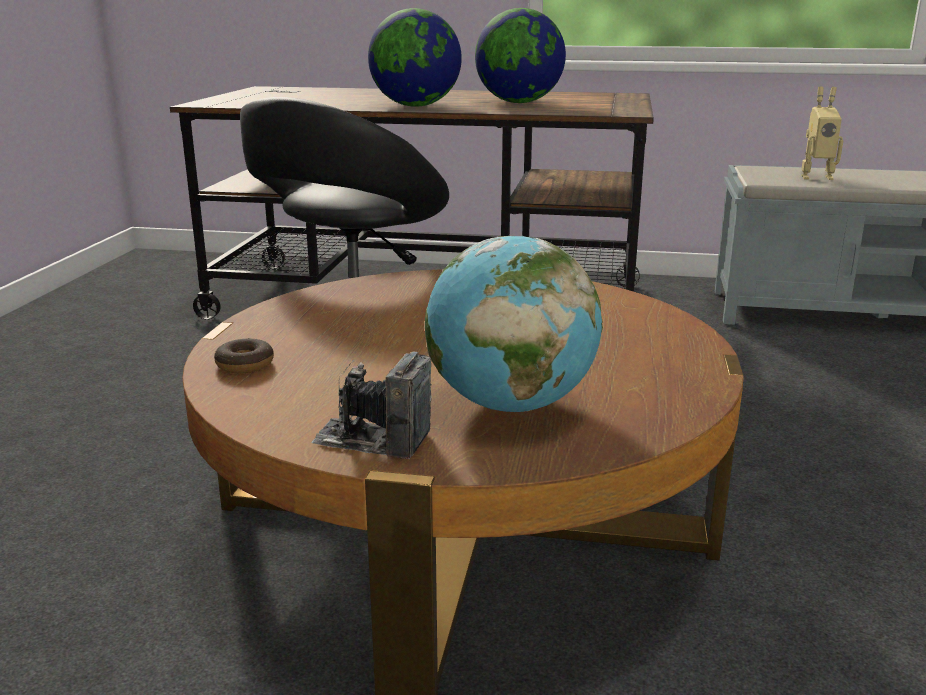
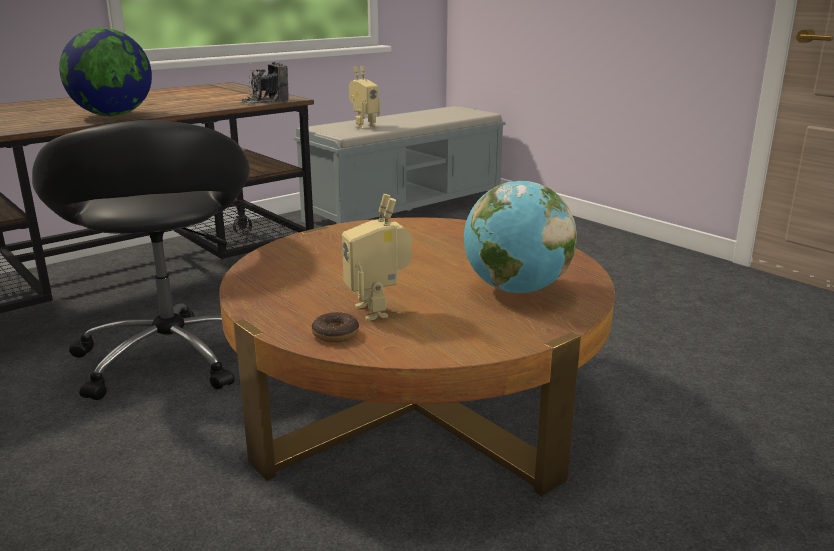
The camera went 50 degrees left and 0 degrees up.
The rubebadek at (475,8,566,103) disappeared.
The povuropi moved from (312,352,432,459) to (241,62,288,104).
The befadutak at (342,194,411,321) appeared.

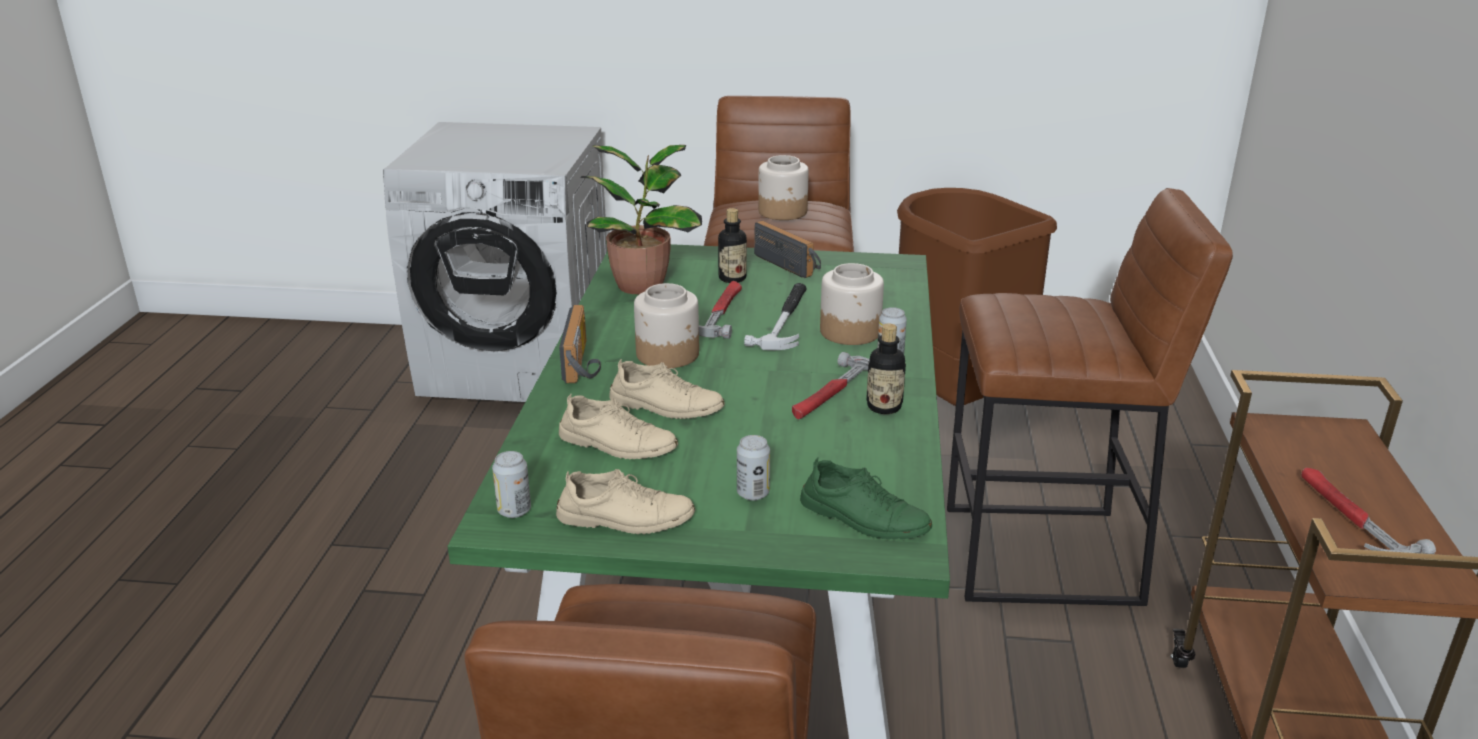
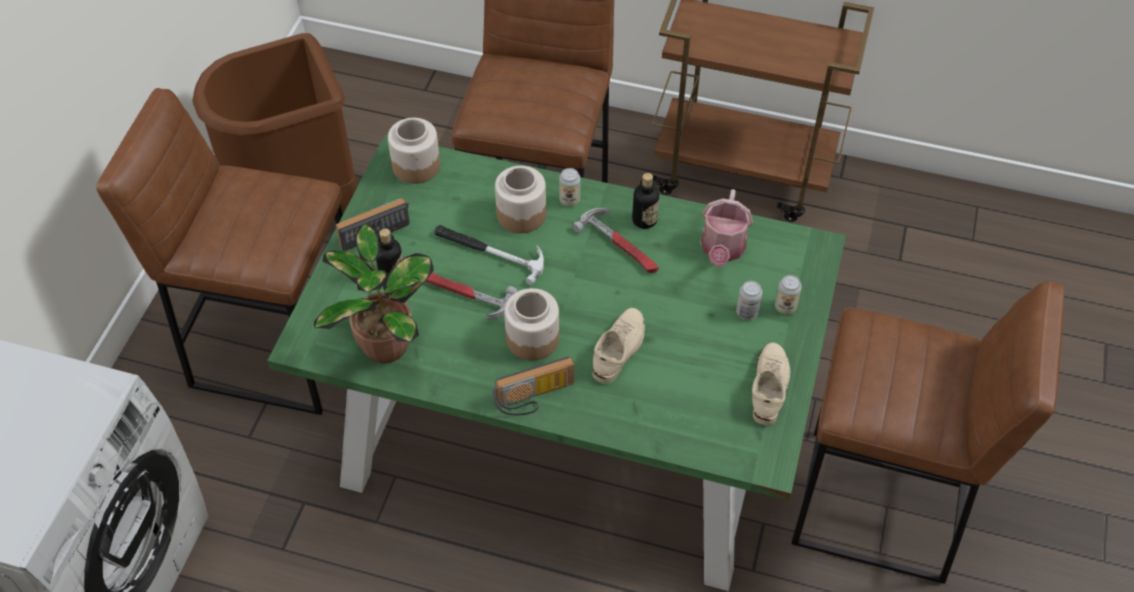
The camera went 80 degrees left and 25 degrees up.
The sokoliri moved from (758,155,809,220) to (388,118,440,184).
The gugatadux at (559,305,601,383) turned 150 degrees clockwise.
The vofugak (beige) at (559,394,678,459) disappeared.
The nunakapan moved from (492,451,531,518) to (775,275,802,314).
The vofugak (green) at (800,457,932,539) disappeared.
The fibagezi at (1301,468,1436,554) disappeared.
The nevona at (701,189,753,267) appeared.

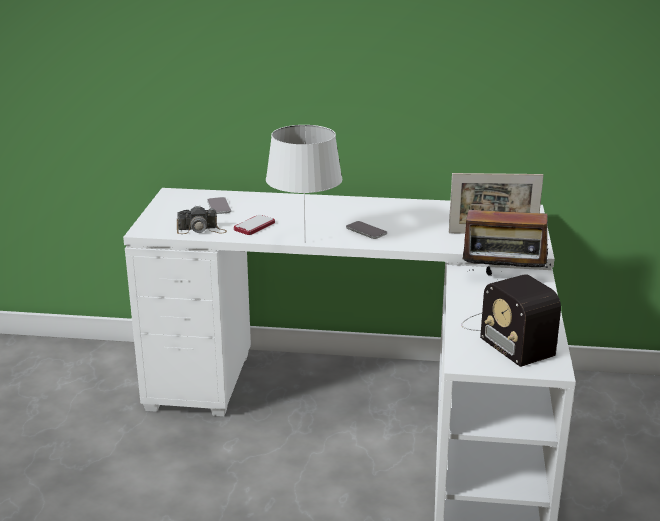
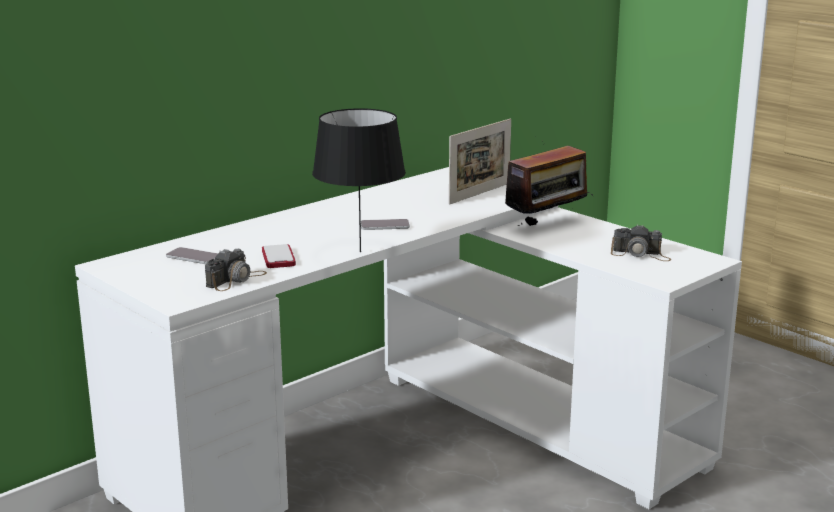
The camera went 50 degrees left and 5 degrees down.
The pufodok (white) at (266,125,343,243) became the pufodok (black) at (312,108,406,252).
The gugatadux at (461,274,561,367) was replaced by the povuropi at (611,224,671,261).

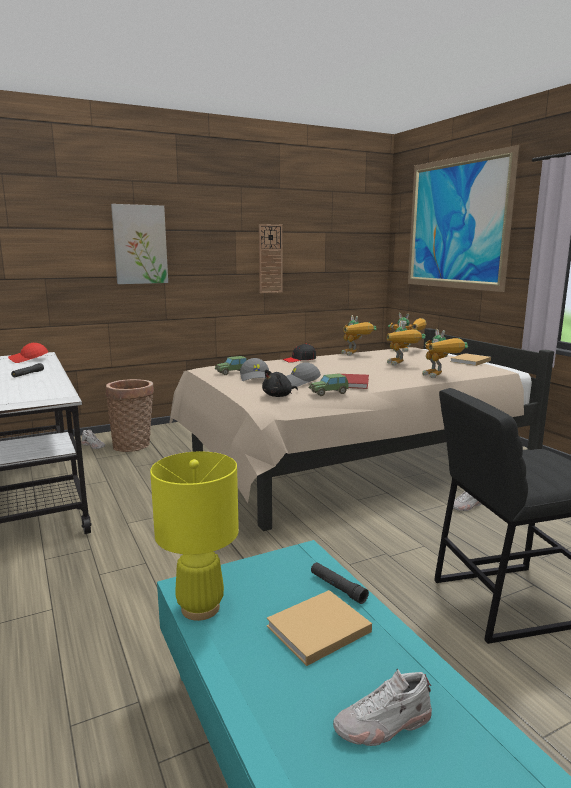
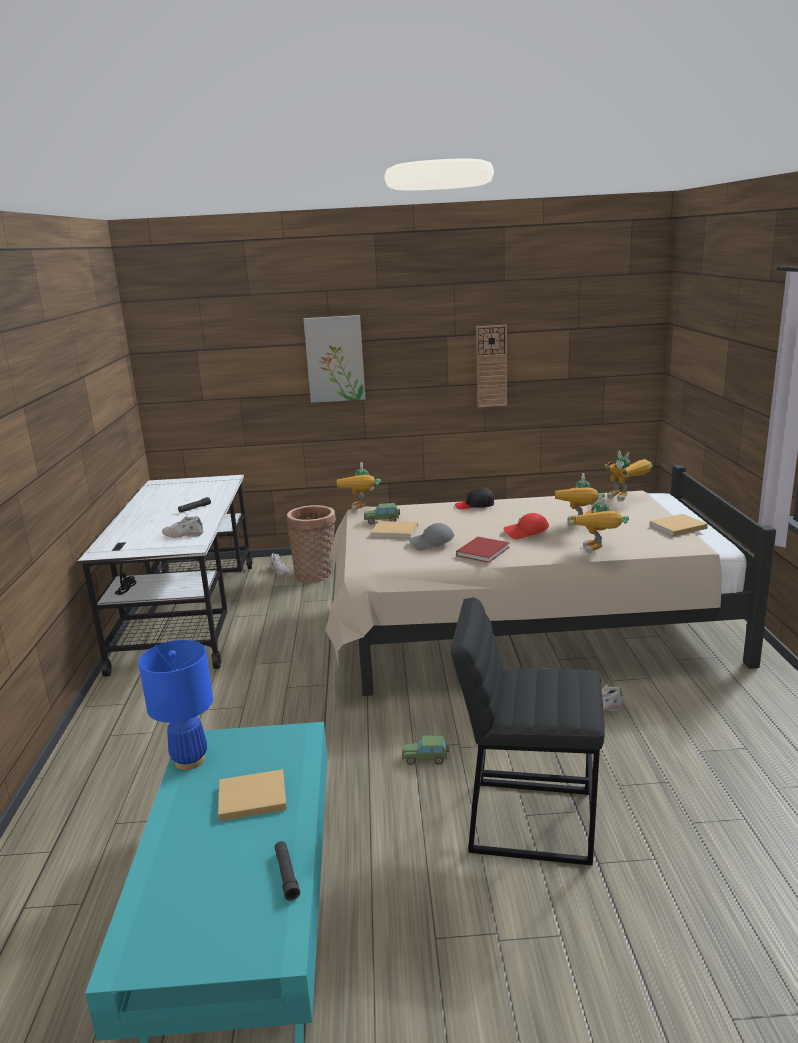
The camera went 25 degrees right and 5 degrees up.
The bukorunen at (408,145,519,292) disappeared.
The befadutak moved from (341,315,377,356) to (337,462,381,511).
The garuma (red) moved from (8,343,48,363) to (503,513,549,539).
The garuma (grey) at (240,358,269,381) was replaced by the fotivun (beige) at (371,521,418,539).
The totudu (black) at (262,370,298,397) disappeared.
The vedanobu moved from (309,373,349,396) to (402,735,449,765).
The pufodok (yellow) at (150,452,239,621) became the pufodok (blue) at (138,640,213,770).
The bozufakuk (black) moved from (311,562,369,604) to (275,841,300,901).
The vofugak (white) moved from (333,669,432,746) to (162,513,203,538).

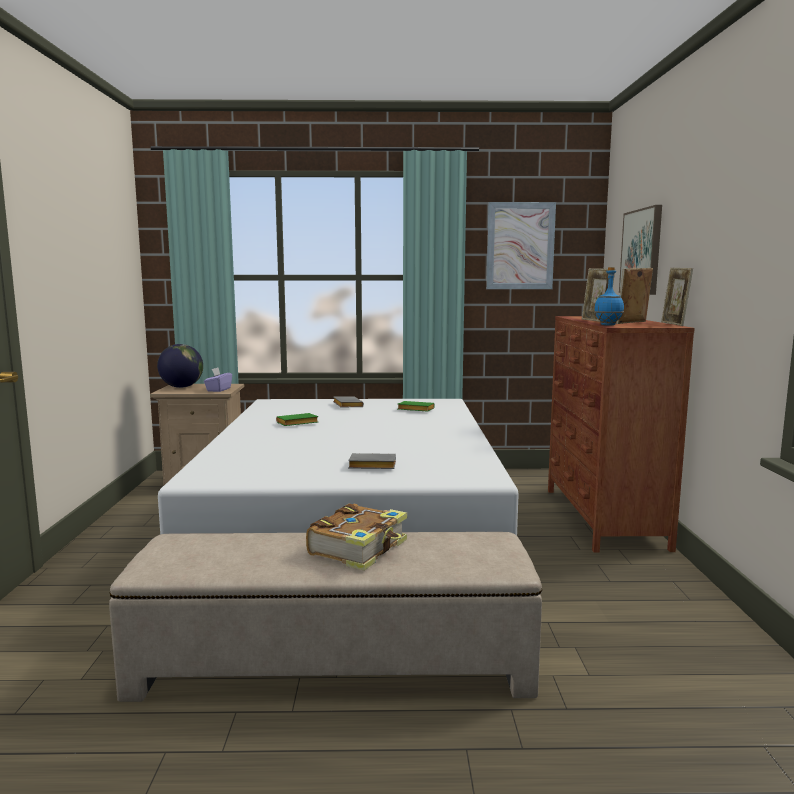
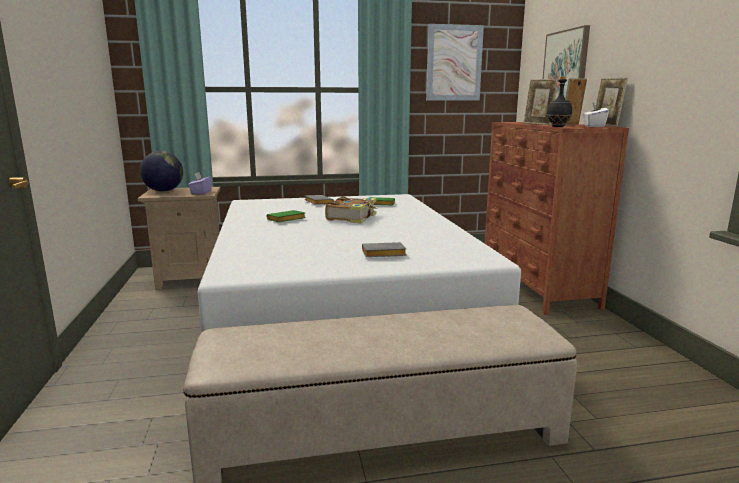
The camera went 10 degrees left and 5 degrees up.
The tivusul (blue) at (594,267,624,326) became the tivusul (black) at (547,77,572,127).
The fotivun moved from (306,504,407,571) to (325,196,378,223).
The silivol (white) at (583,102,609,127) appeared.

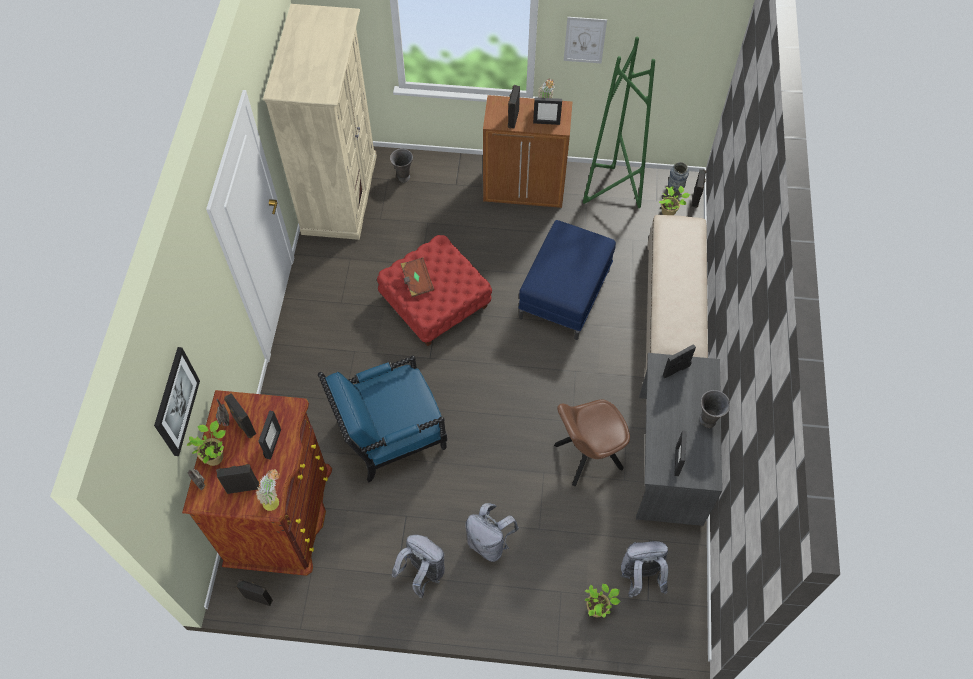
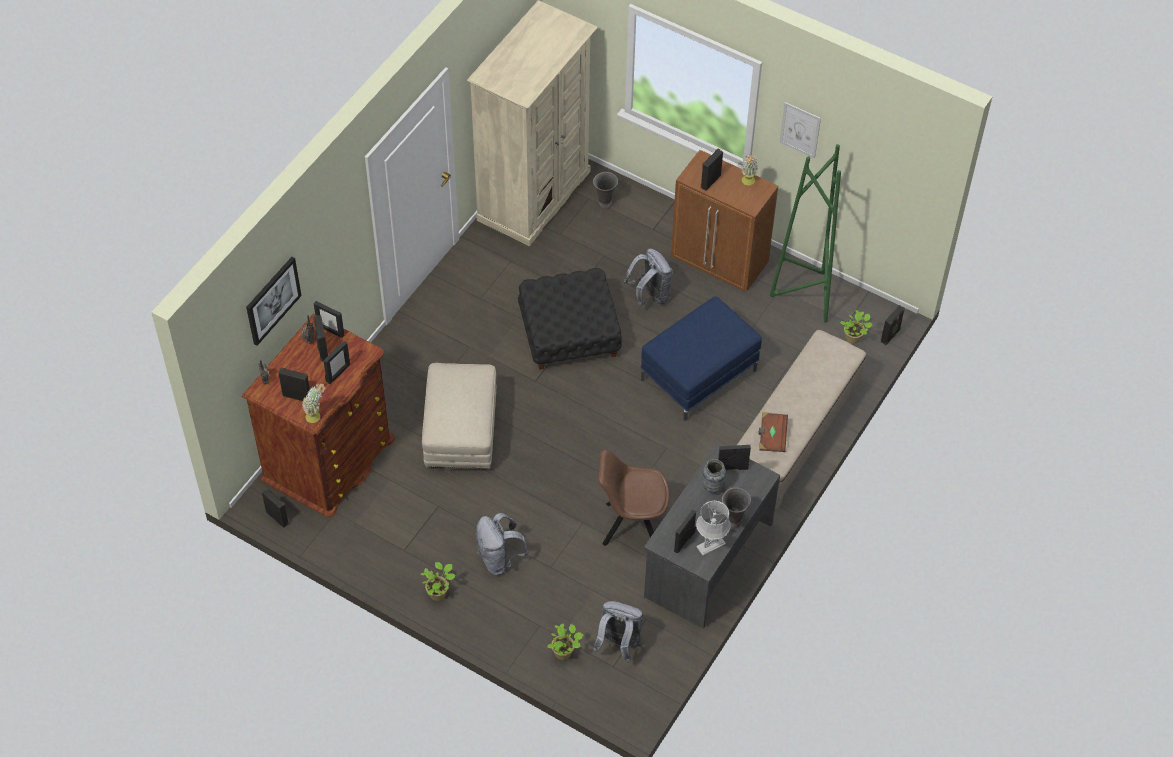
The camera went 25 degrees right and 5 degrees down.
The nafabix moved from (533,97,562,125) to (314,301,344,338).
The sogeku moved from (668,162,689,192) to (702,459,726,493).
The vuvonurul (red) at (377,235,492,346) became the vuvonurul (black) at (518,268,622,370).
The fotivun (brown) moved from (401,257,434,297) to (758,412,788,452).
The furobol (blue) at (318,356,447,483) was replaced by the vuvonurul (beige) at (422,363,496,469).
The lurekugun moved from (187,420,226,466) to (421,562,456,601).
The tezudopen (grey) moved from (391,534,445,598) to (624,249,673,306).
The pufodok (grey) at (696,501,731,556) appeared.

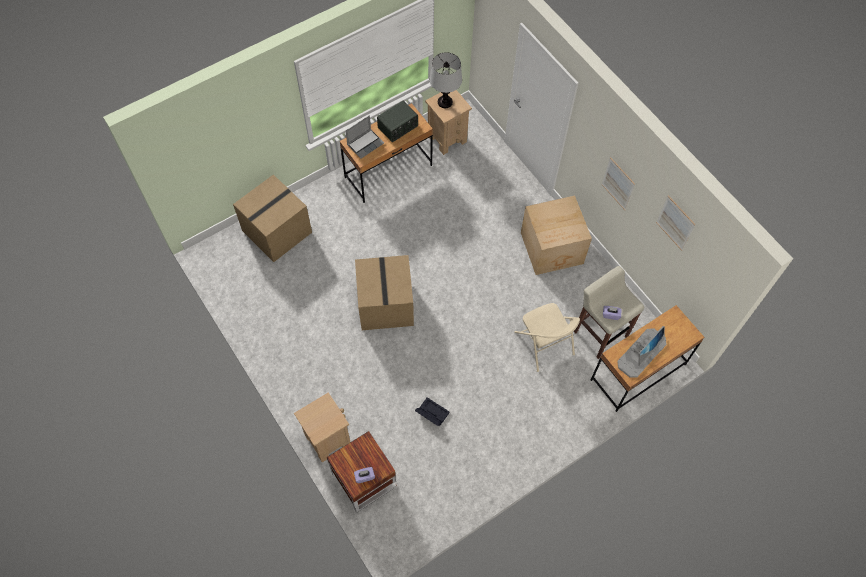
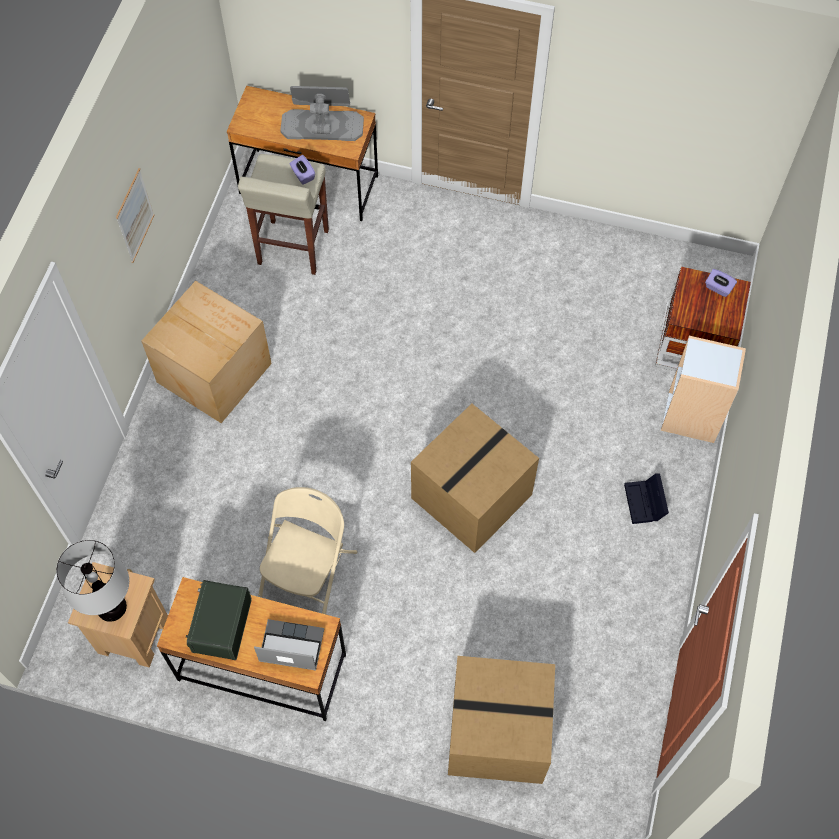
The camera went 130 degrees left and 0 degrees up.
The gugatadux at (377,100,418,142) turned 90 degrees counterclockwise.
The bukorunen at (656,195,696,251) disappeared.
The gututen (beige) moved from (514,303,580,372) to (258,487,358,614).
The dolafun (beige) at (294,392,350,462) was replaced by the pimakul at (661,336,746,443).
The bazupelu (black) moved from (415,397,450,426) to (624,473,669,524).

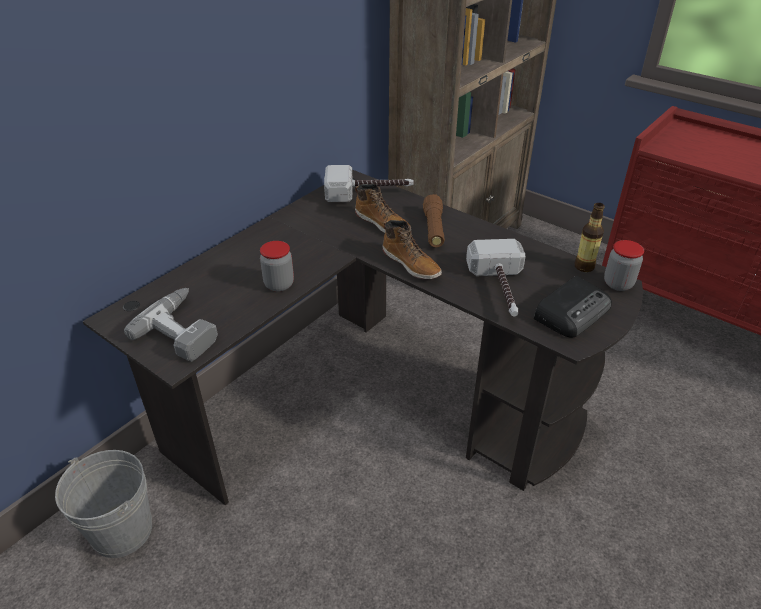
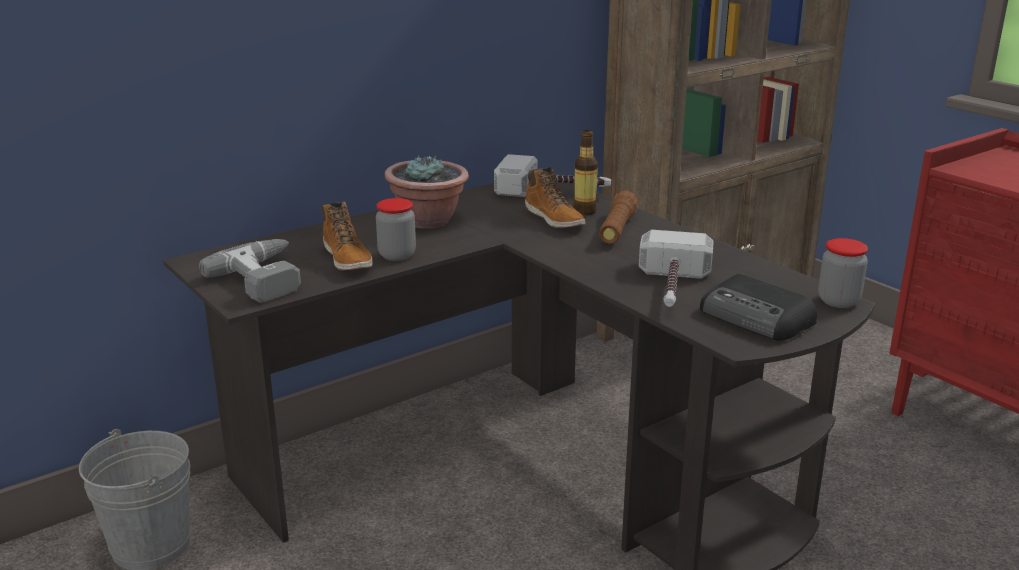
The camera went 15 degrees right and 15 degrees down.
The tivusul moved from (575,203,605,272) to (573,130,598,215).
The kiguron moved from (383,220,442,279) to (321,201,373,271).
The gugatadux at (534,276,612,338) turned 75 degrees clockwise.
The lurekugun at (384,155,469,228) appeared.

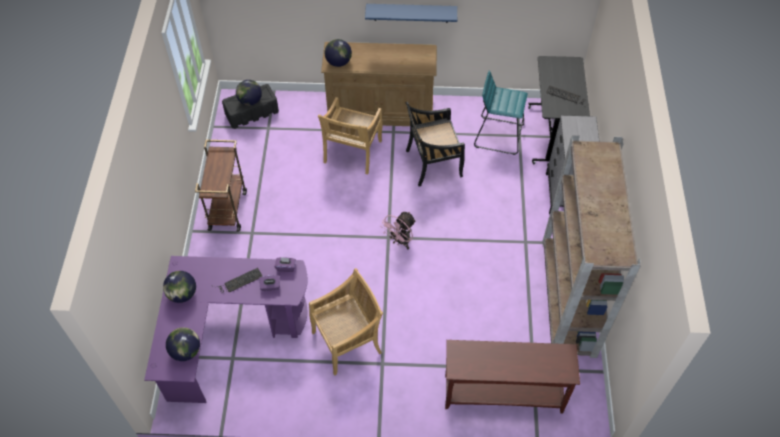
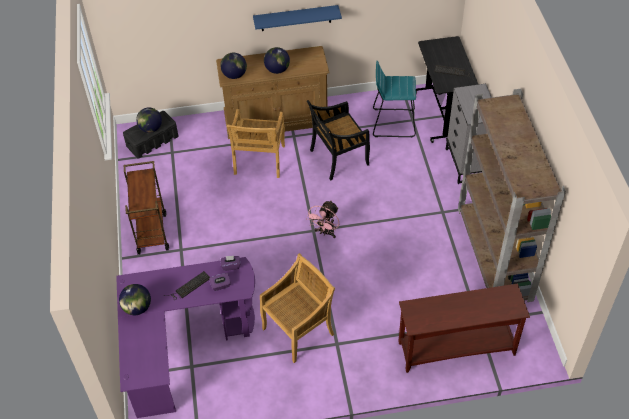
The camera went 10 degrees left and 5 degrees down.
The rubebadek moved from (166,327,200,361) to (264,47,290,74).

